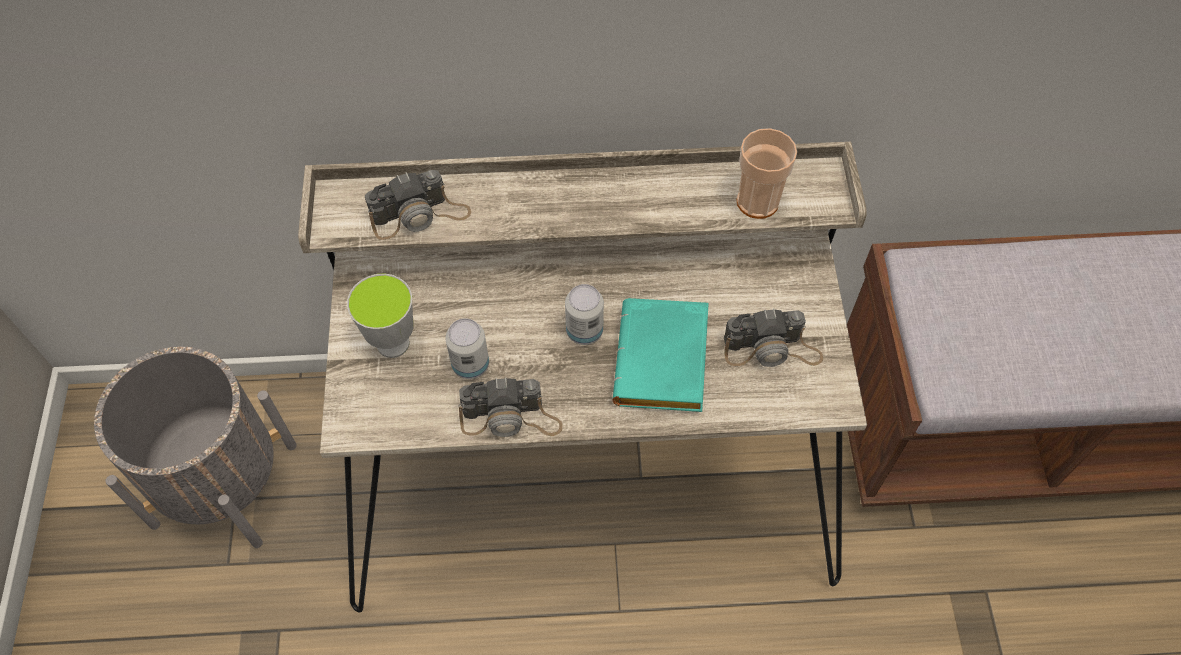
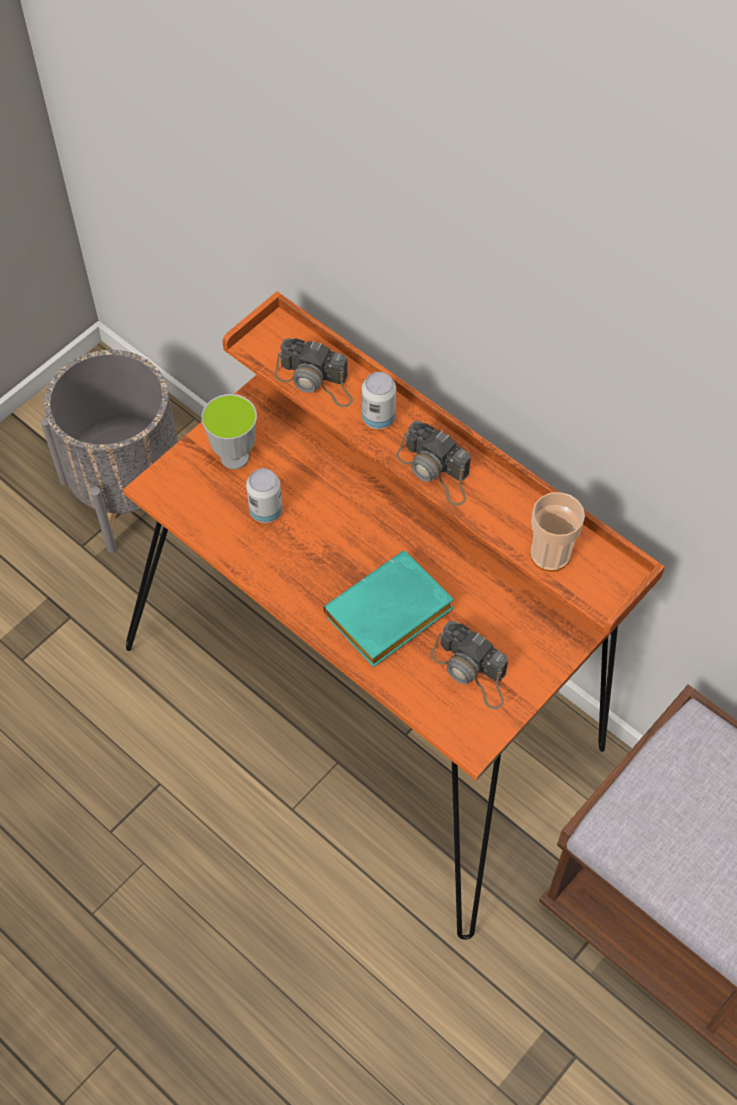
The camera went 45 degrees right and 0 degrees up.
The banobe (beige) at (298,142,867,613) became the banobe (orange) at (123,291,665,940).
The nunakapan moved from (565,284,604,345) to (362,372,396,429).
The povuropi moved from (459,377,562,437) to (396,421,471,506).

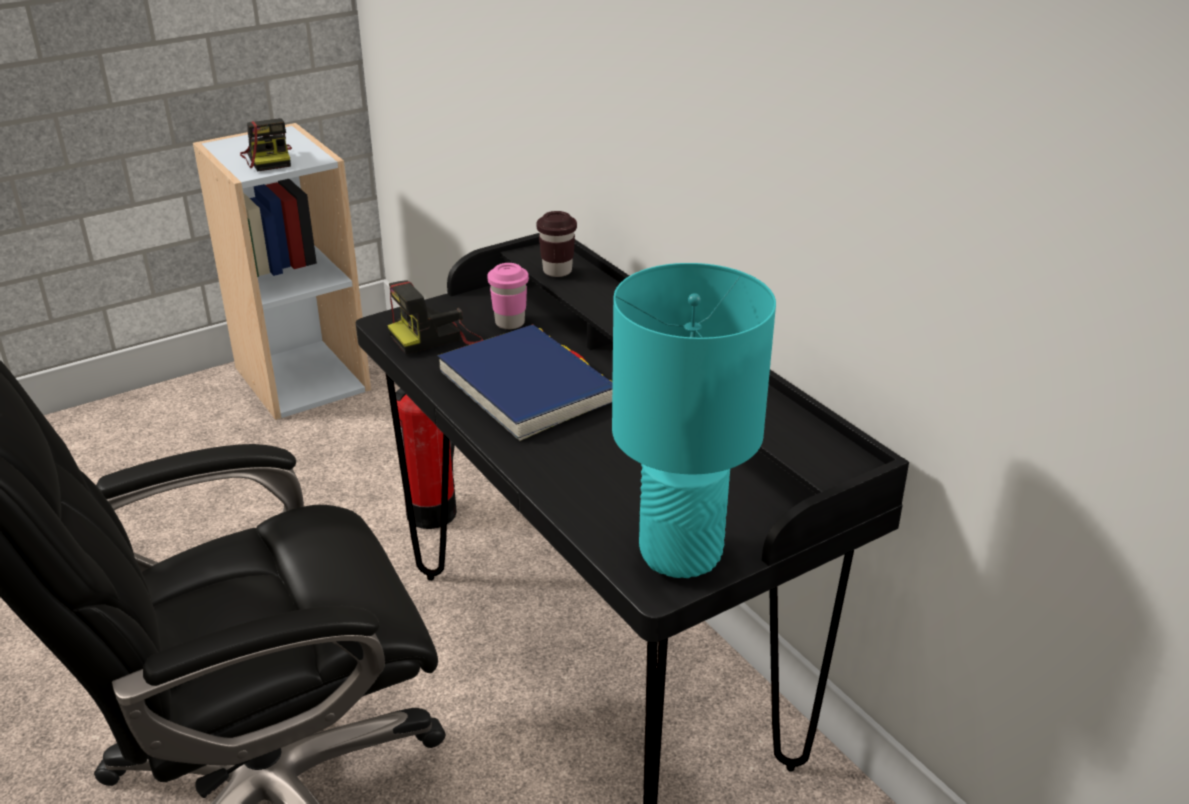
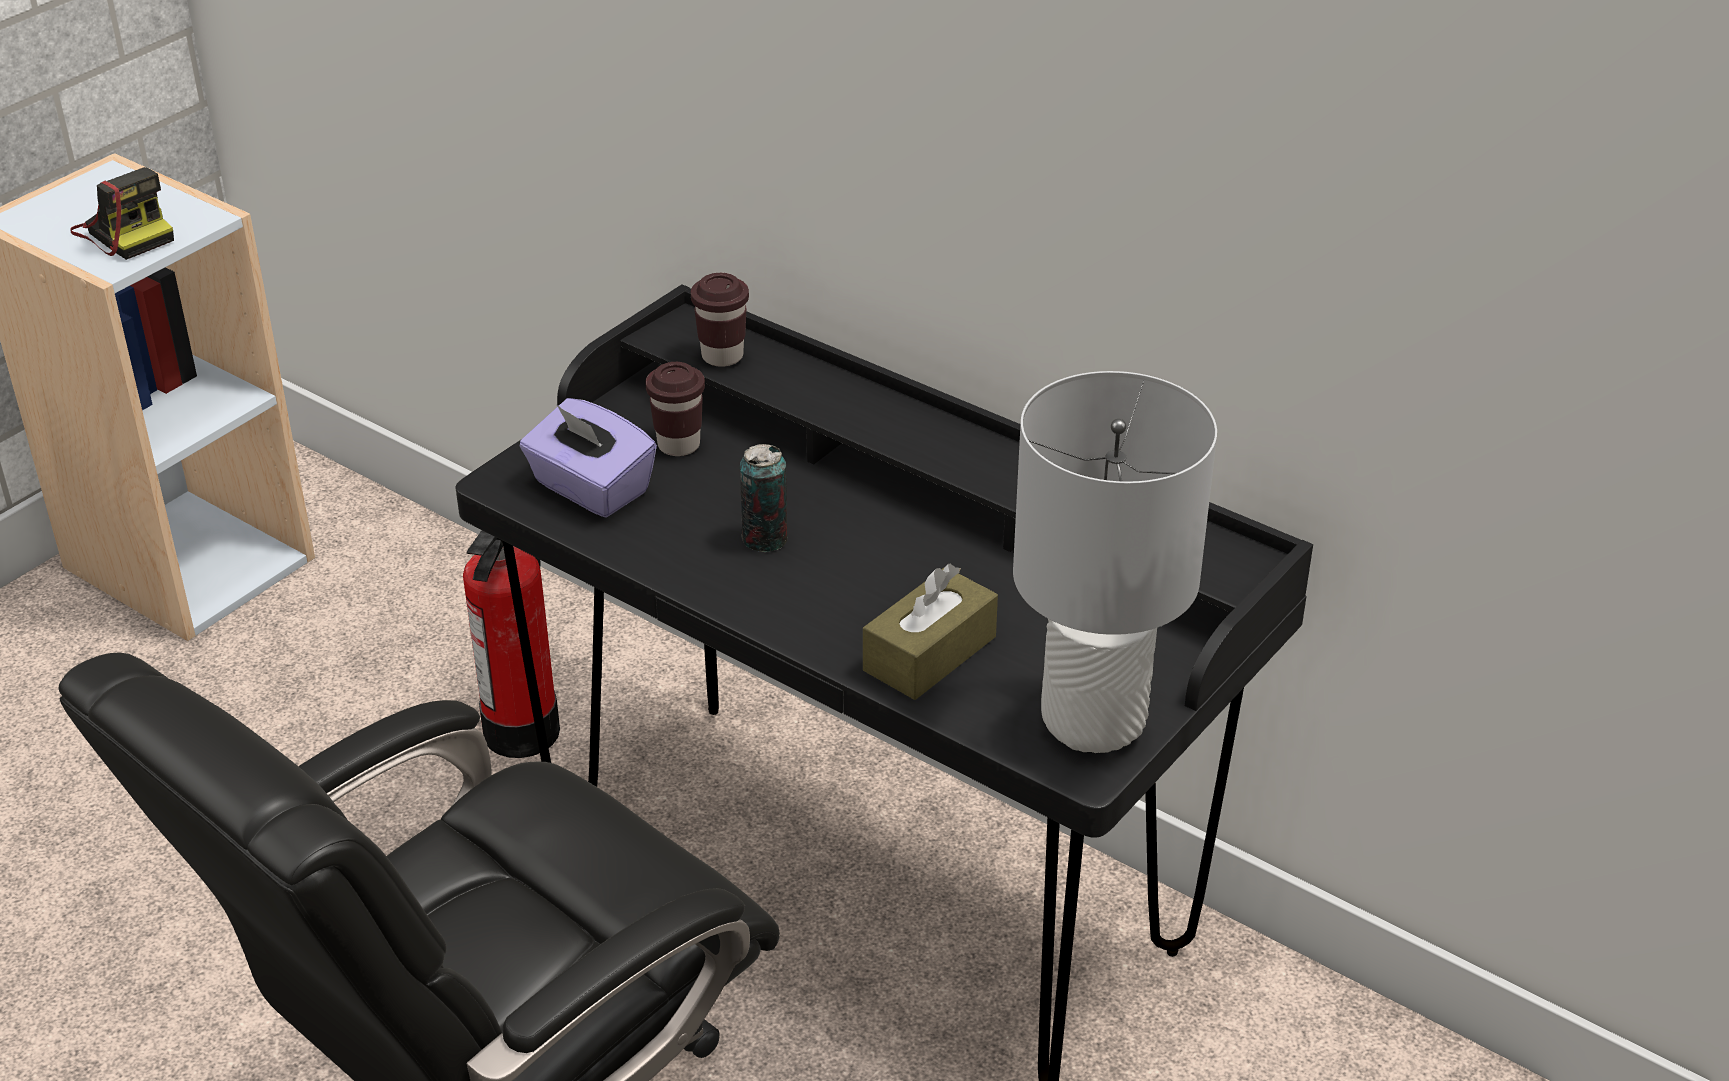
The camera went 20 degrees left and 5 degrees up.
The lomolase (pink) at (487,263,529,329) became the lomolase (brown) at (645,362,705,456).
The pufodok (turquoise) at (612,263,776,578) became the pufodok (grey) at (1013,371,1217,753).
The povuropi at (387,280,483,354) was replaced by the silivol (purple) at (519,398,657,518).
The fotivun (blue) at (437,324,613,441) was replaced by the nunakapan at (740,444,787,552).
The silivol (brown) at (863,564,998,700) appeared.

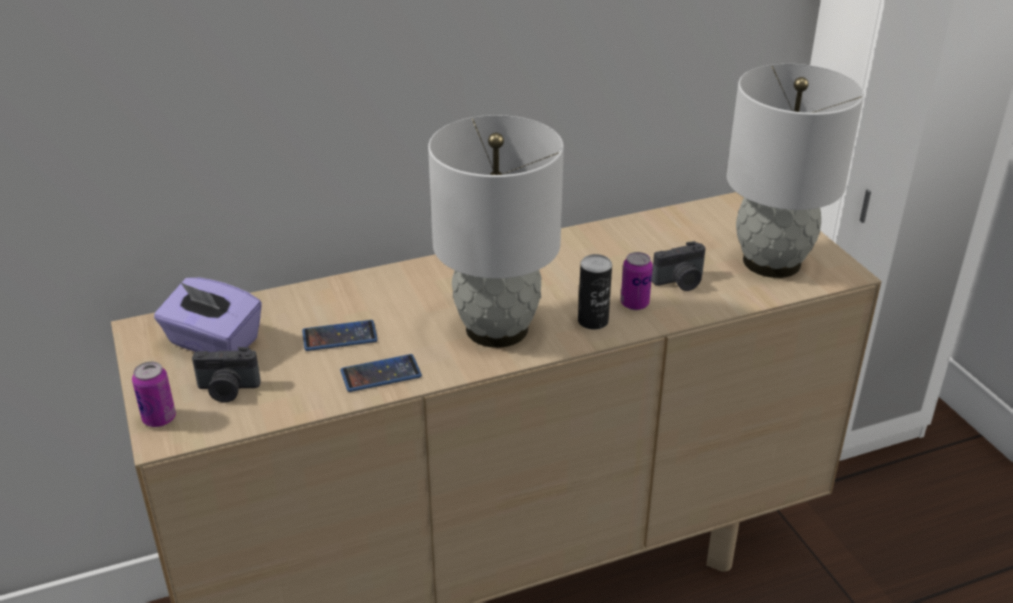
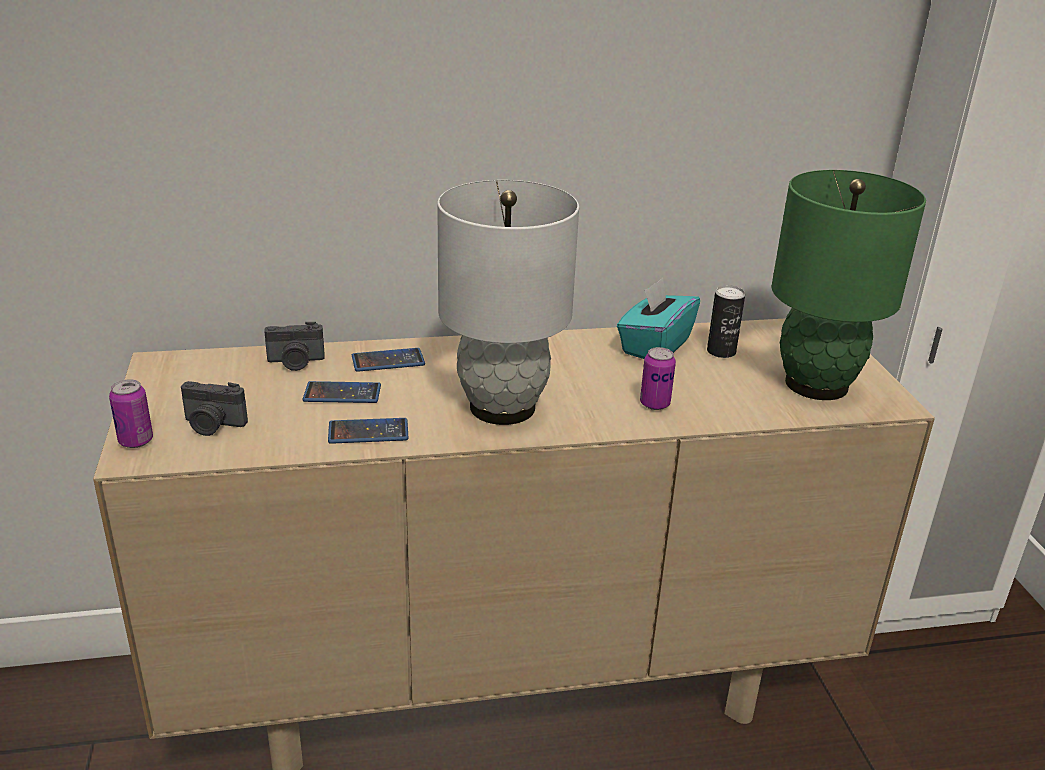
The camera went 10 degrees right and 5 degrees down.
The pufodok (white) at (726,64,864,278) became the pufodok (green) at (772,170,926,400).
The povuropi moved from (652,241,706,291) to (264,322,325,371).
The nunakapan moved from (578,254,612,330) to (707,285,745,358).
The silivol (purple) at (154,277,262,352) disappeared.
The silivol (turquoise) at (617,278,700,359) appeared.
The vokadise at (352,348,425,372) appeared.

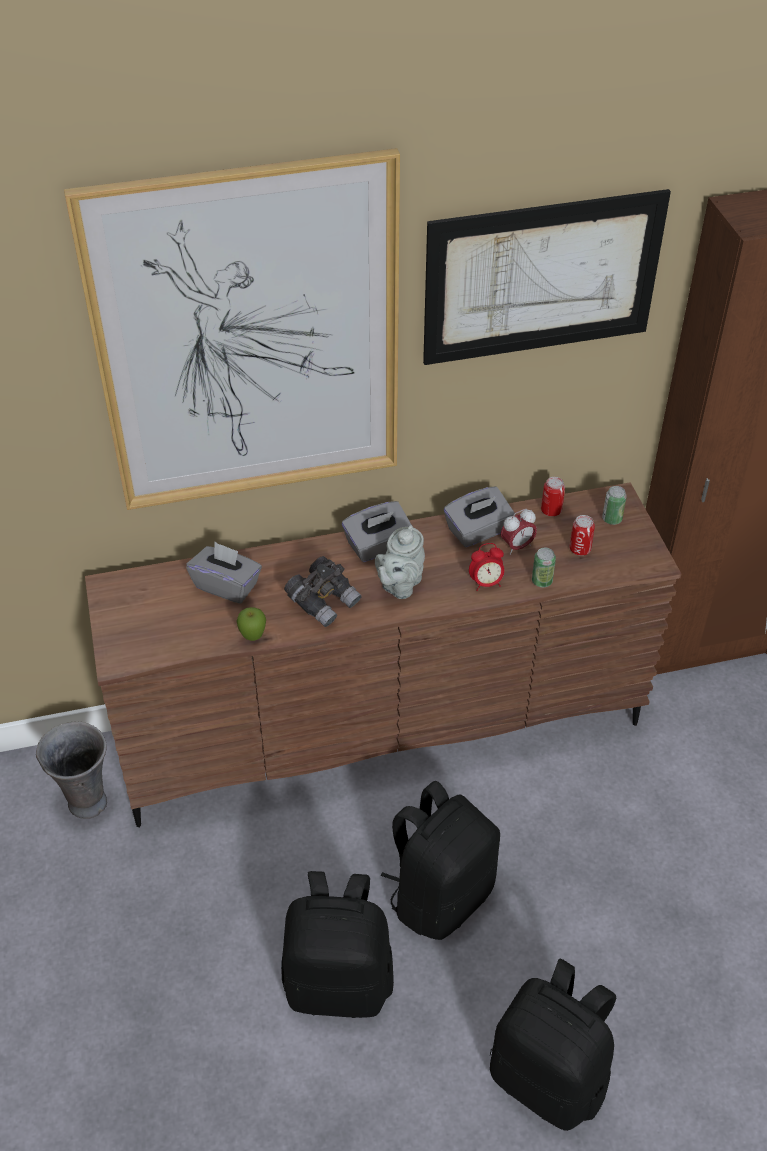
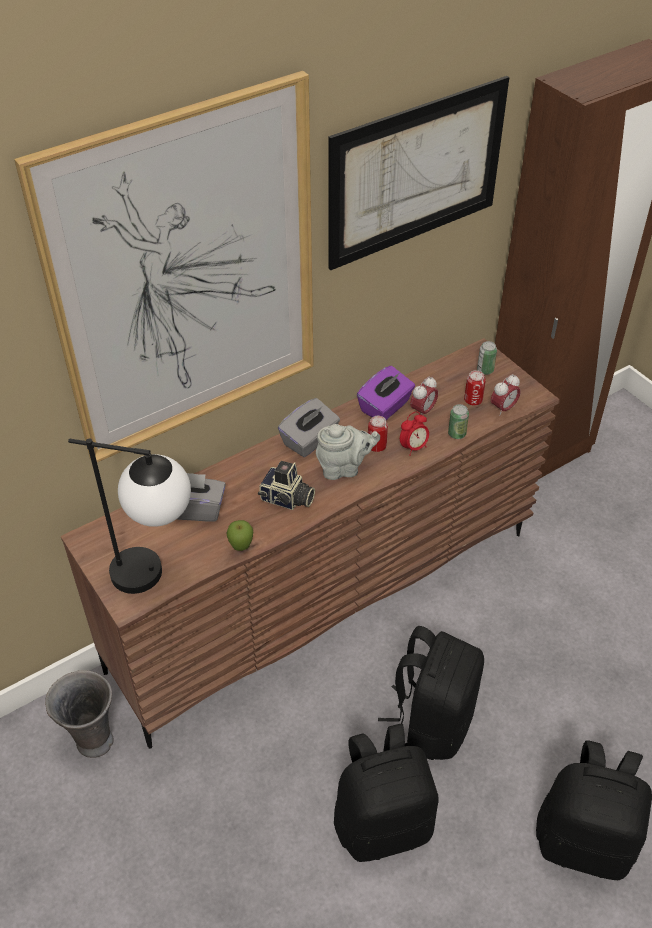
The camera went 20 degrees left and 0 degrees up.
The nunakapan moved from (541,477,565,516) to (368,416,388,452).
The silivol (grey) at (444,487,515,547) became the silivol (purple) at (357,366,415,420).
The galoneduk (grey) at (375,525,425,599) turned 105 degrees counterclockwise.
The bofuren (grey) at (284,556,362,627) was replaced by the povuropi at (258,461,315,510).
The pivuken at (491,374,521,416) appeared.
The pufodok at (68,438,191,594) appeared.

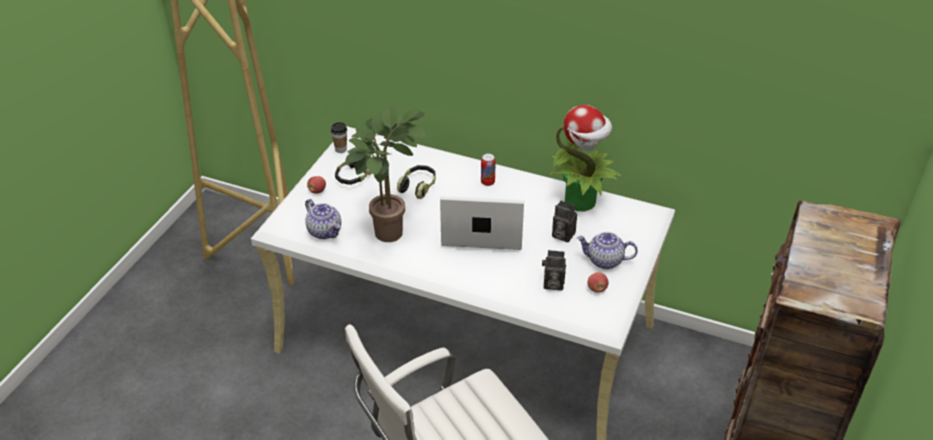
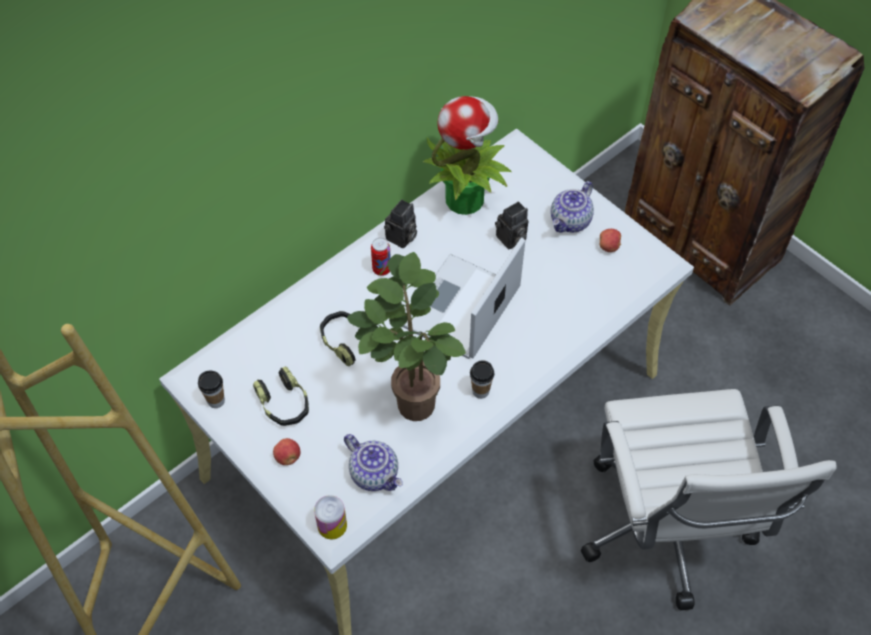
The camera went 65 degrees left and 15 degrees up.
The galoneduk at (305,199,341,239) turned 60 degrees clockwise.
The povuropi moved from (542,250,566,291) to (384,199,417,249).
The lomolase at (470,360,494,399) appeared.
The nunakapan at (314,495,347,539) appeared.

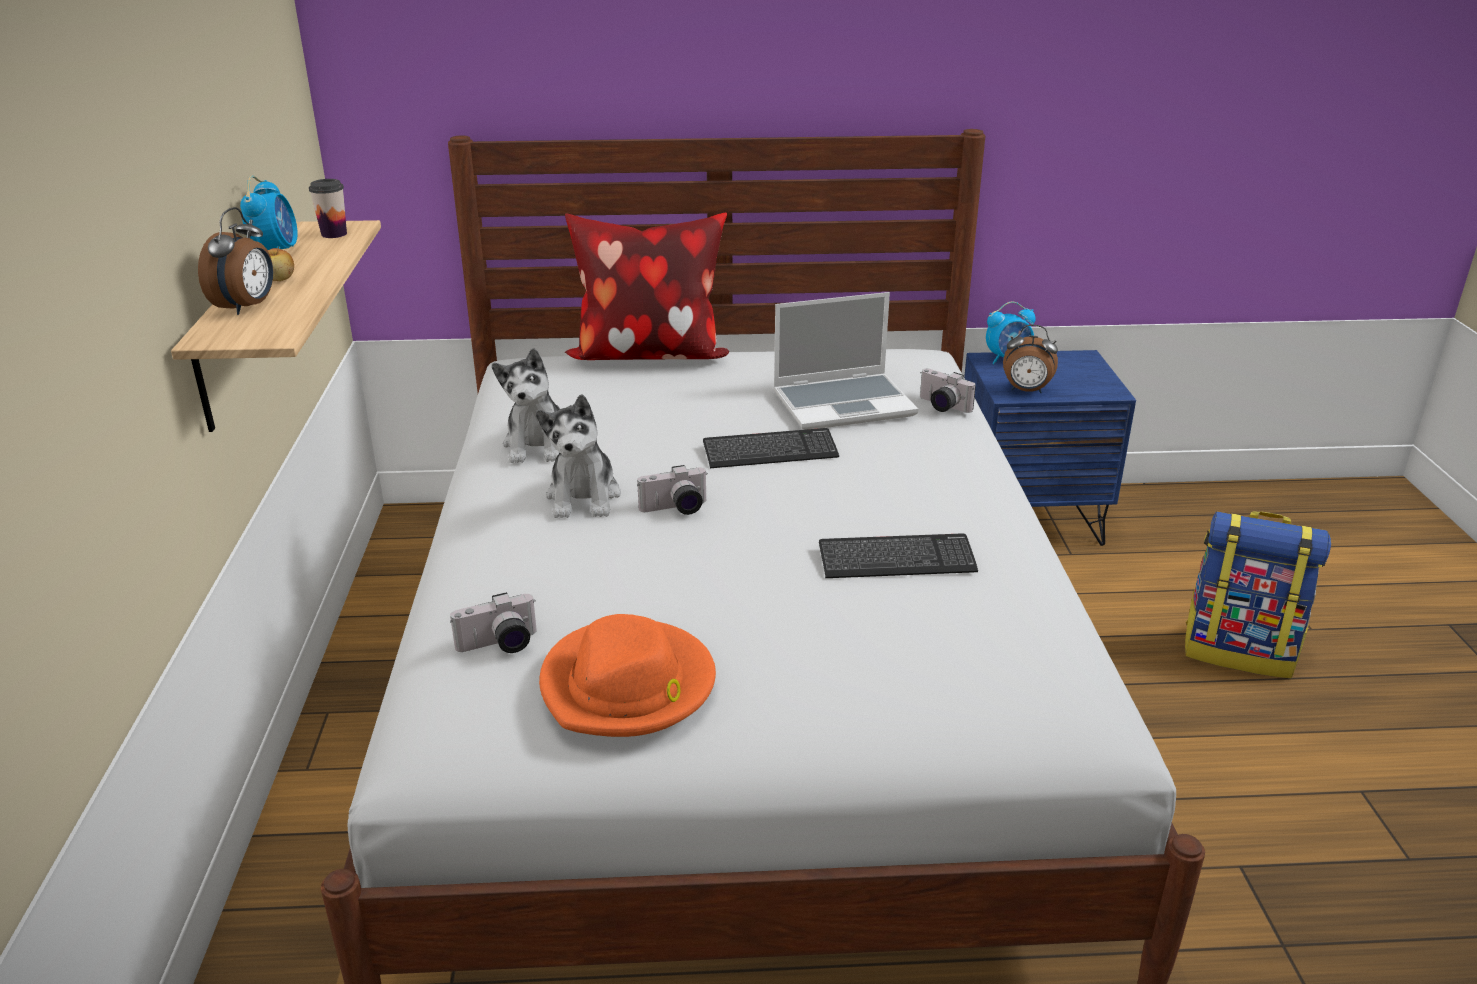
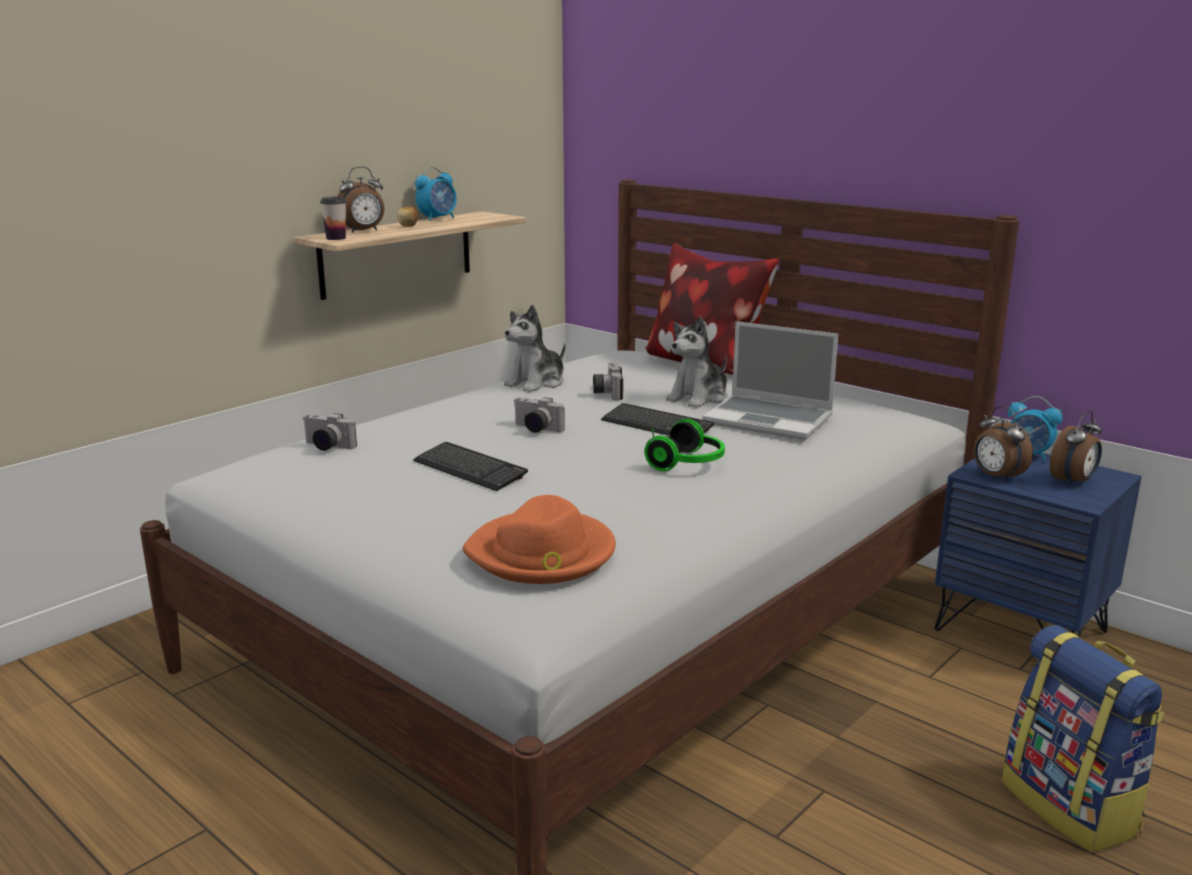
The camera went 45 degrees right and 10 degrees down.
The lomolase moved from (309,179,347,238) to (320,197,346,240).
The povuropi moved from (920,369,976,413) to (593,363,623,400).
The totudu moved from (536,394,621,518) to (666,316,727,408).
The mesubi moved from (819,533,978,578) to (413,442,528,491).
The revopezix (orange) moved from (539,614,716,737) to (463,495,616,584).
The pivuken at (1050,411,1102,486) appeared.
The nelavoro at (645,419,725,471) appeared.

